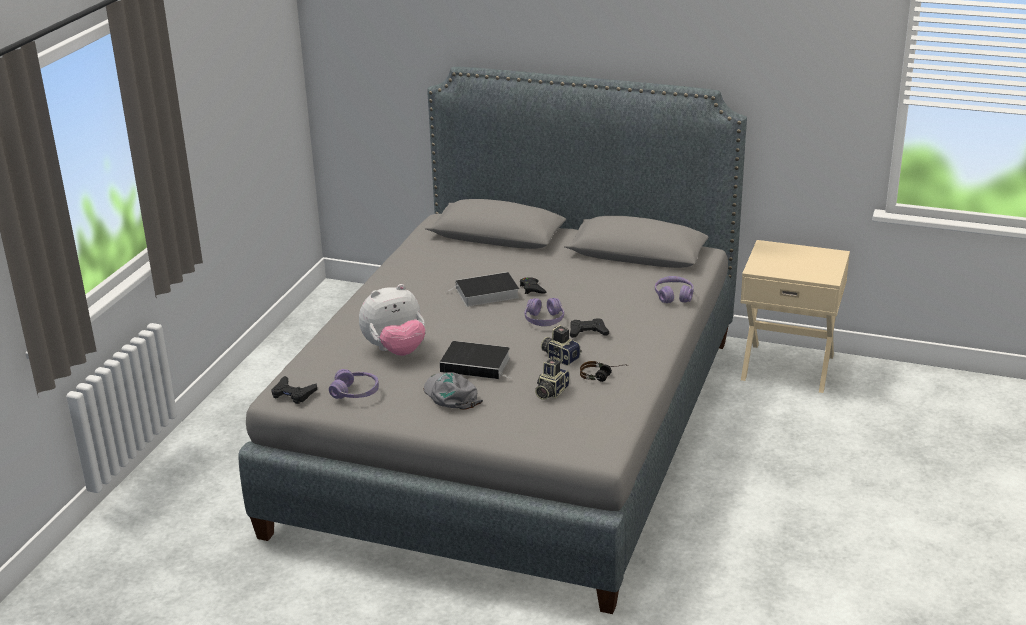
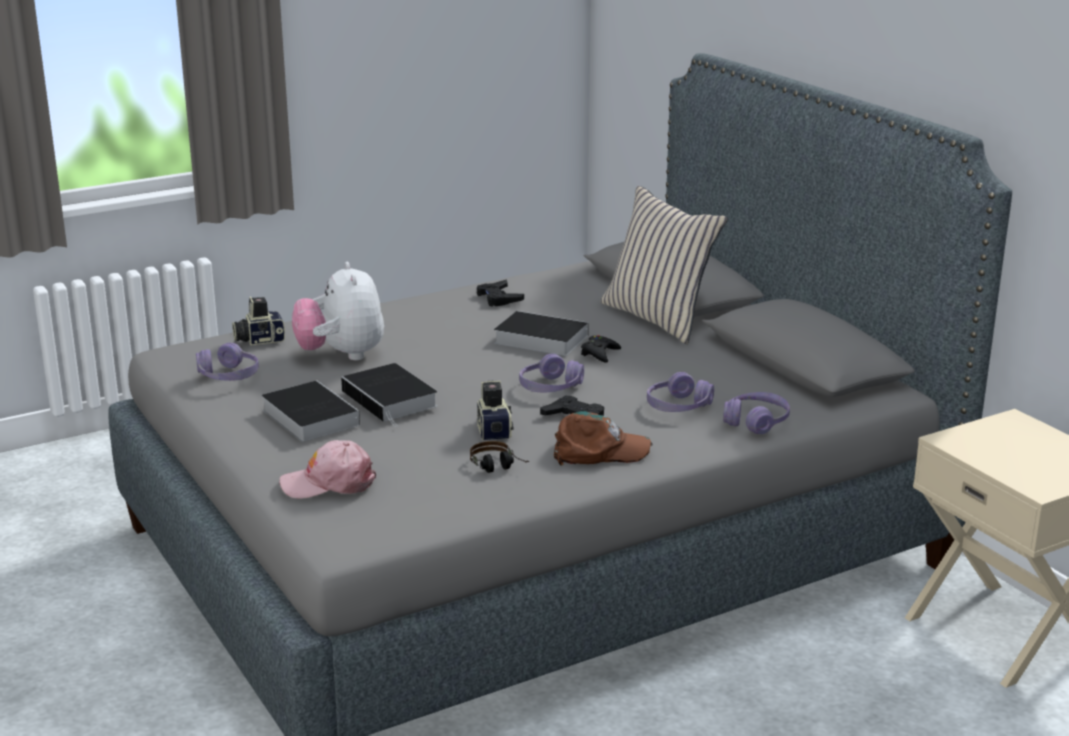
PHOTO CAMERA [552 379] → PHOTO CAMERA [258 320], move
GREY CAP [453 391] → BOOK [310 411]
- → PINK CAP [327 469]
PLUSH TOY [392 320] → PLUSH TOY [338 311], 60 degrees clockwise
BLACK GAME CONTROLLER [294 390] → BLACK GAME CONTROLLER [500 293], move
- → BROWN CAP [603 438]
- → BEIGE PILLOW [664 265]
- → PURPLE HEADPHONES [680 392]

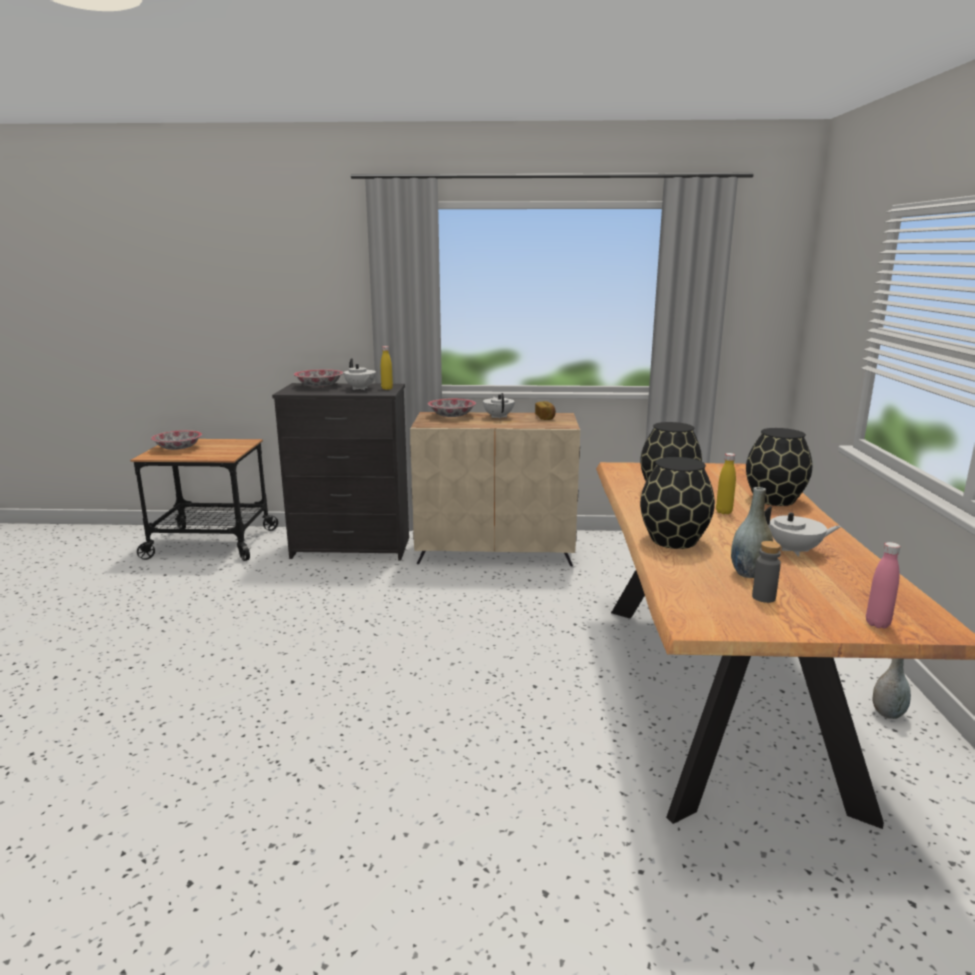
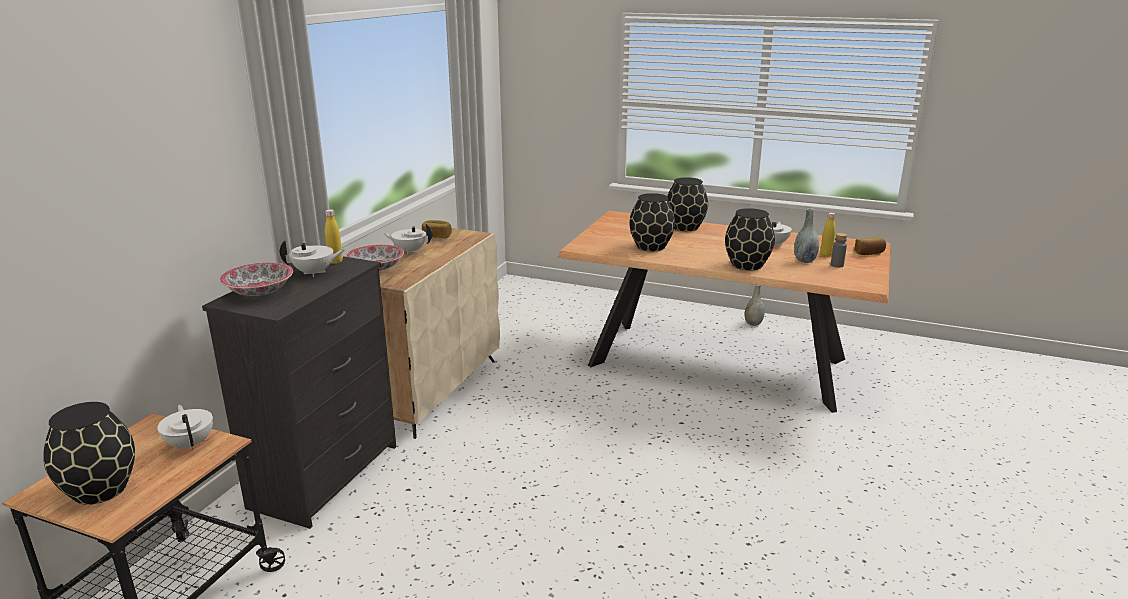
BOWL [176 440] → BLACK VASE [89 453]
- → WHITE TEAPOT [185 427]
YELLOW BOTTLE [726 483] → YELLOW BOTTLE [827 235], move
PINK BOTTLE [883 585] → BREAD [870 246]

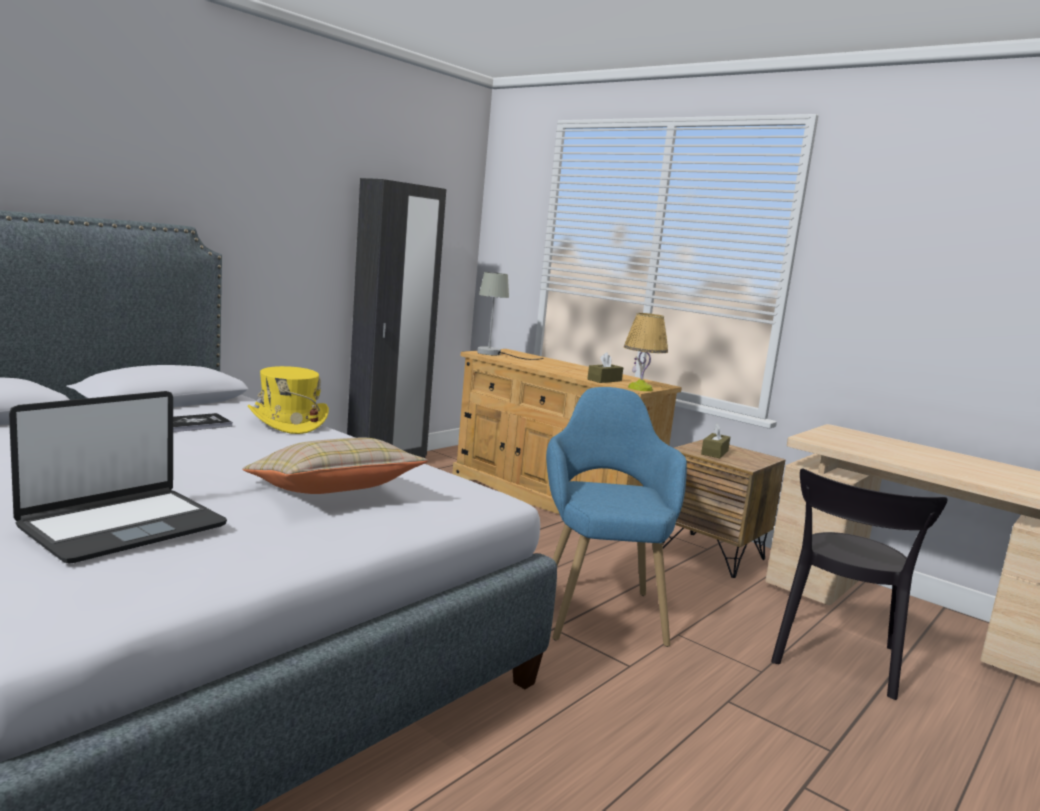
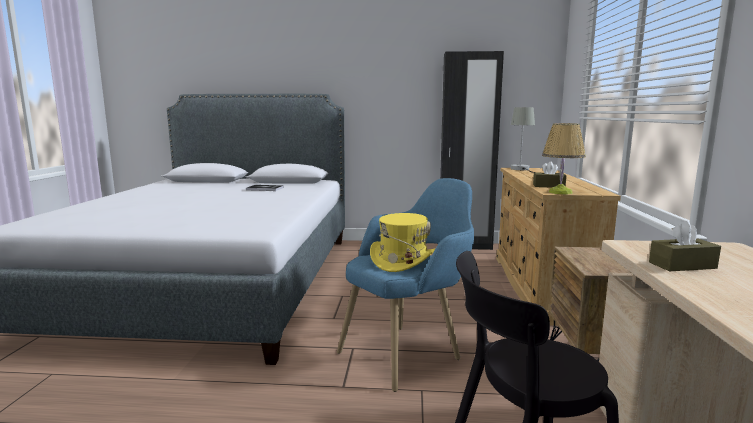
YELLOW HAT [288 400] → YELLOW HAT [403 242], move
BROWN TISSUE BOX [715 440] → BROWN TISSUE BOX [685 245], move
LAPTOP [118 477] → -
BEIGE PILLOW [335 466] → -

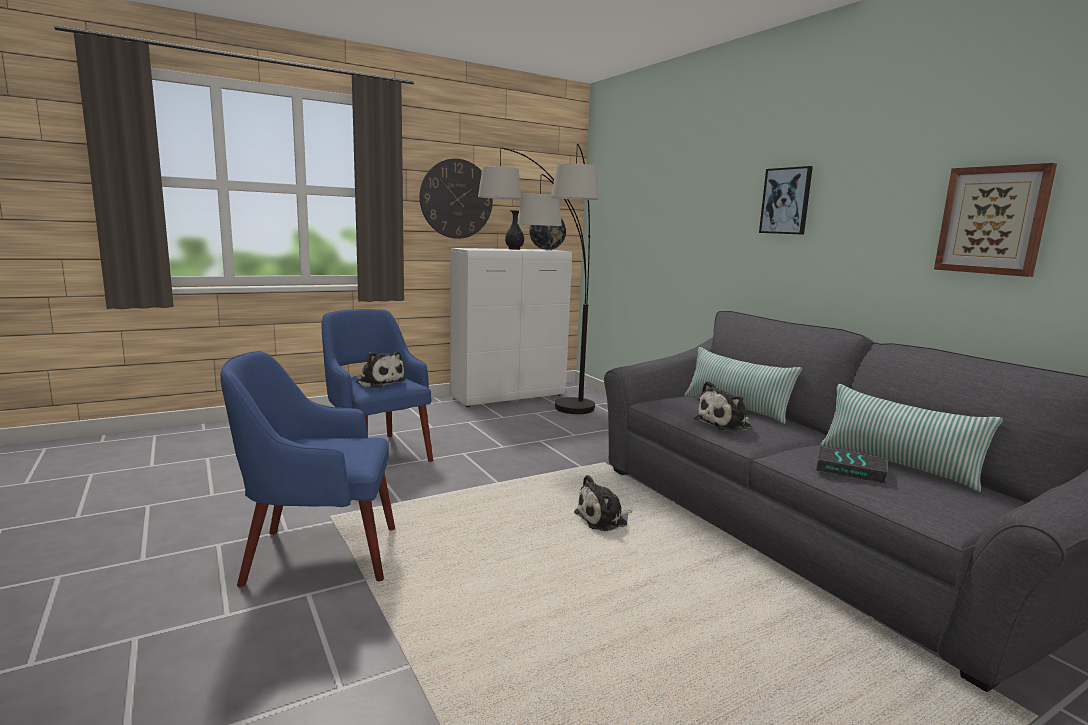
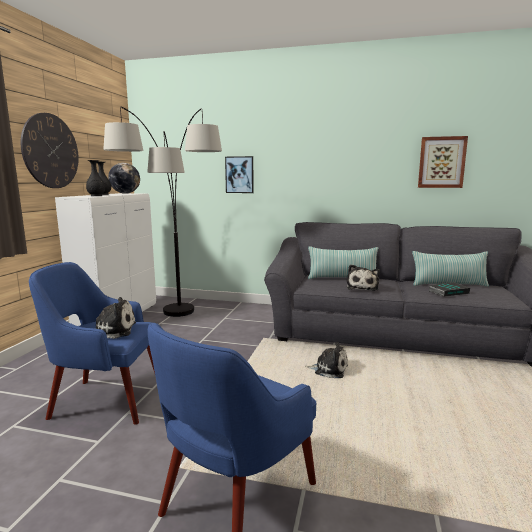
- → BLACK VASE [95 178]
PICTURE [786 200] → PICTURE [239 174], move
PLUSH TOY [603 503] → PLUSH TOY [326 360], 90 degrees counterclockwise

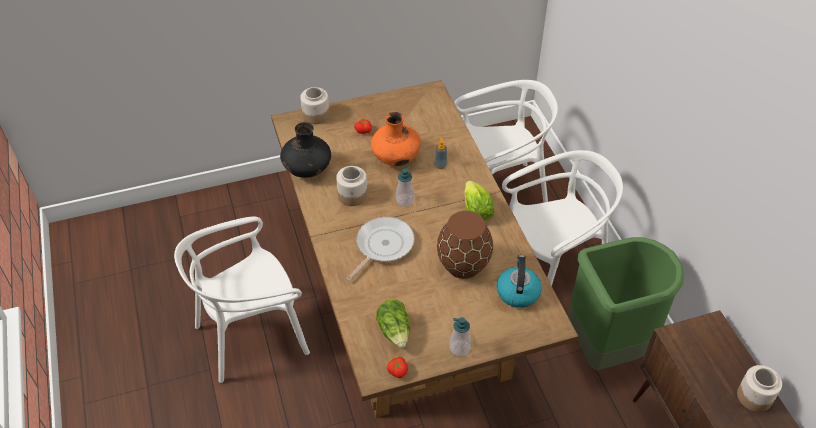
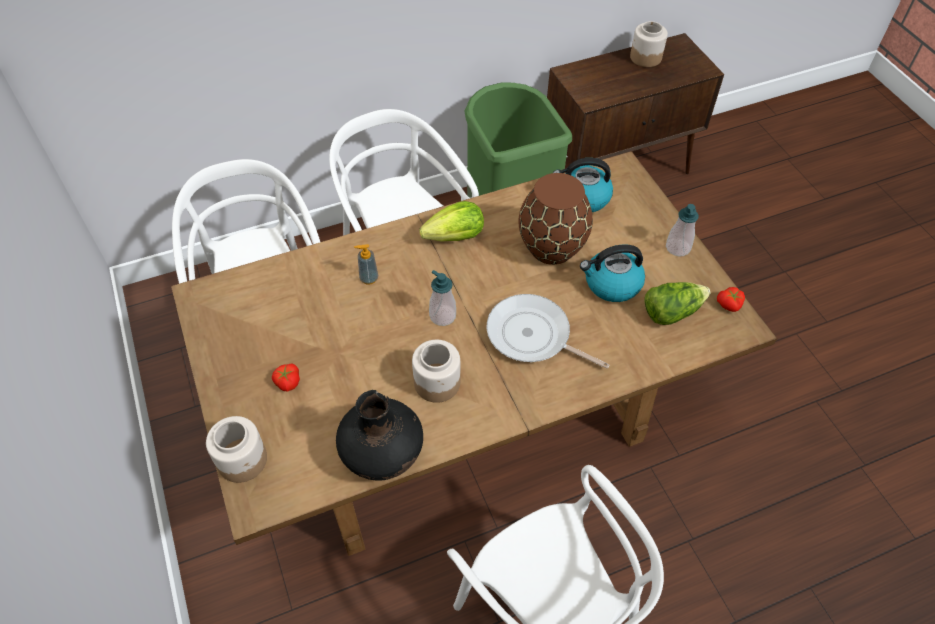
- → KETTLE [612 273]
ORANGE VASE [396 138] → -

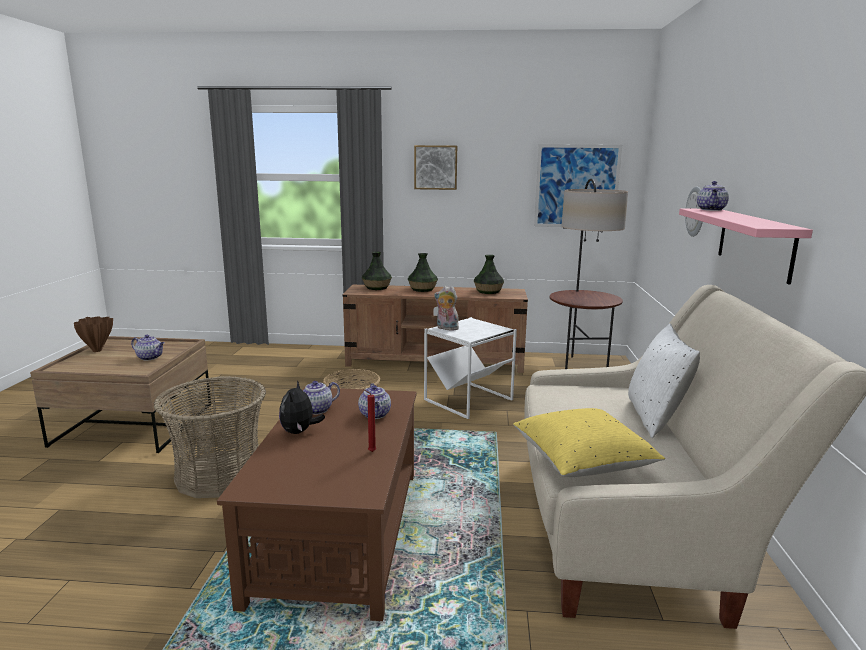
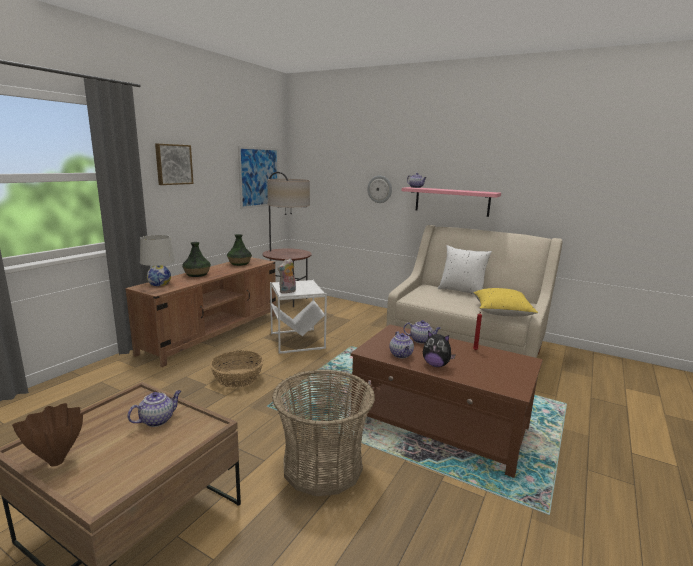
VASE [377 271] → WHITE TABLE LAMP [157 260]

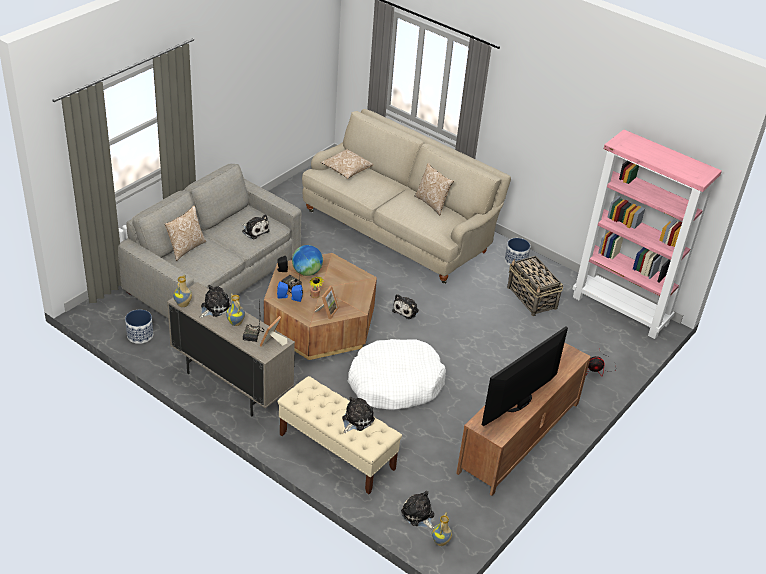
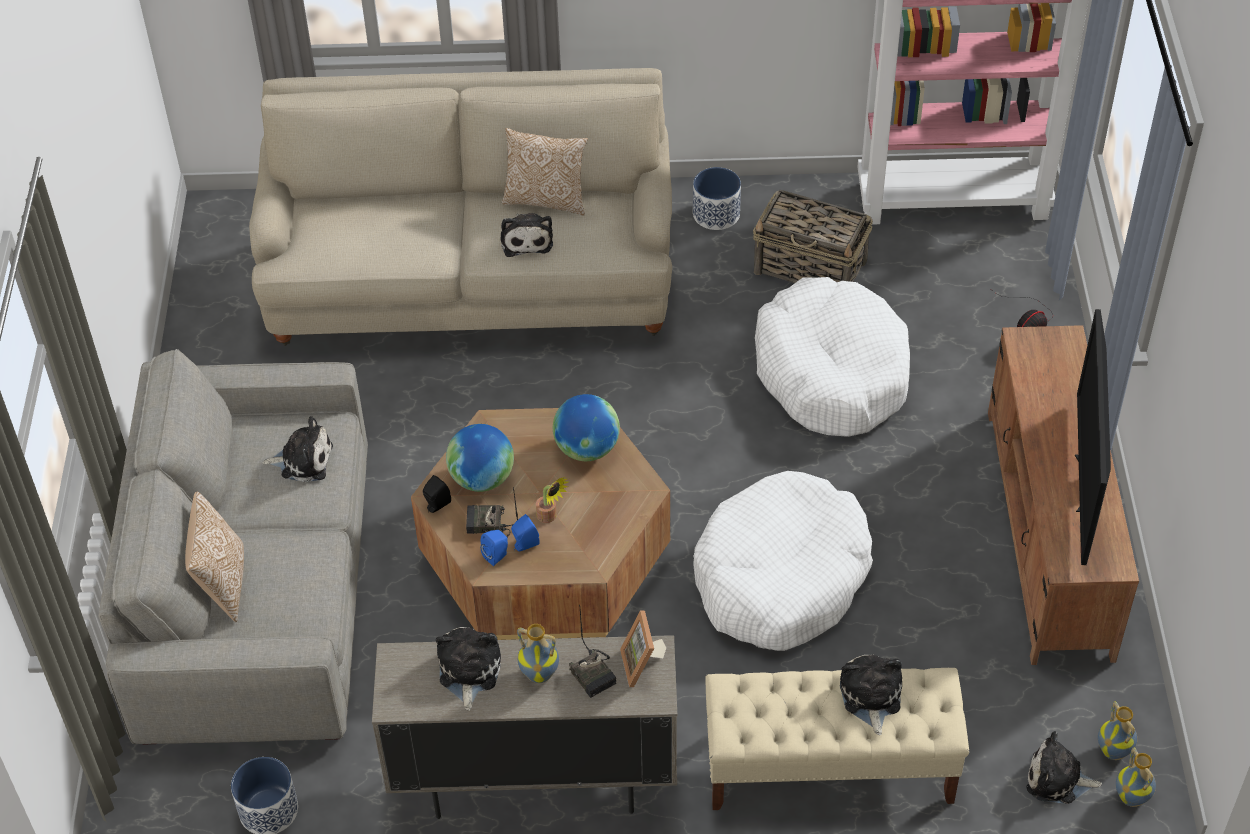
PLUSH TOY [405 306] → PLUSH TOY [526 235], move
- → GLOBE [586 427]
- → WHITE DOG BED [832 357]
VASE [182 290] → VASE [1117 730], move
PICTURE FRAME [327 303] → -
PILLOW [347 164] → -

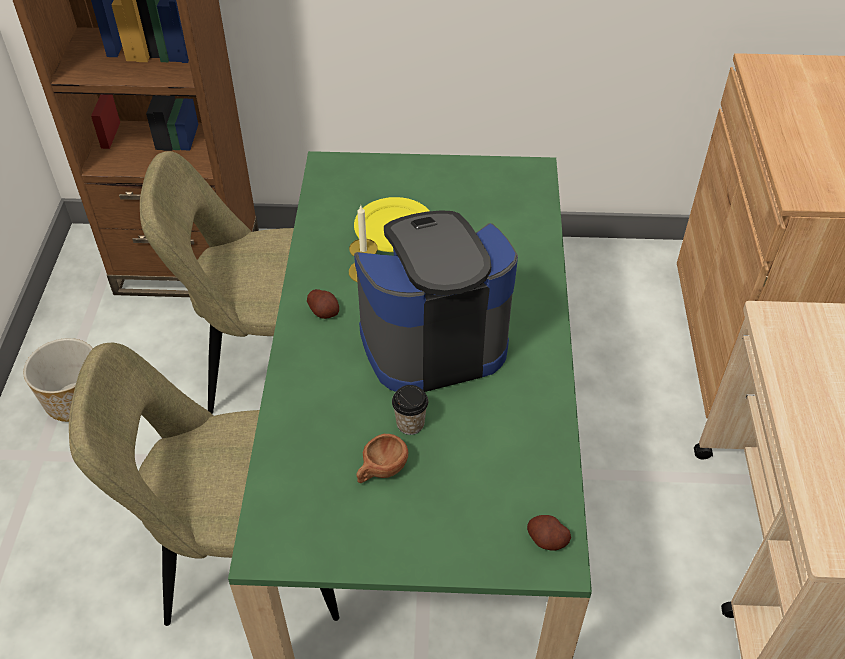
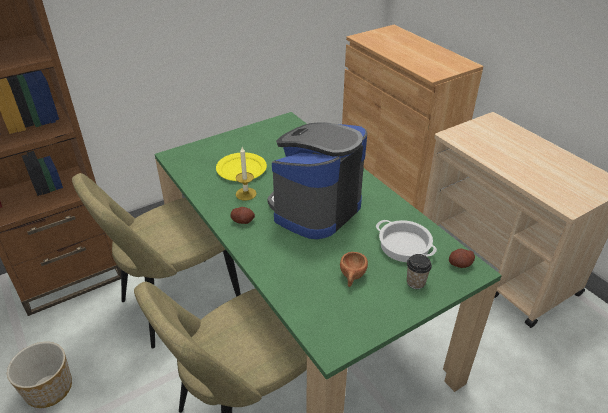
- → COOKING POT [406 241]
CUP [410 410] → CUP [419 271], move

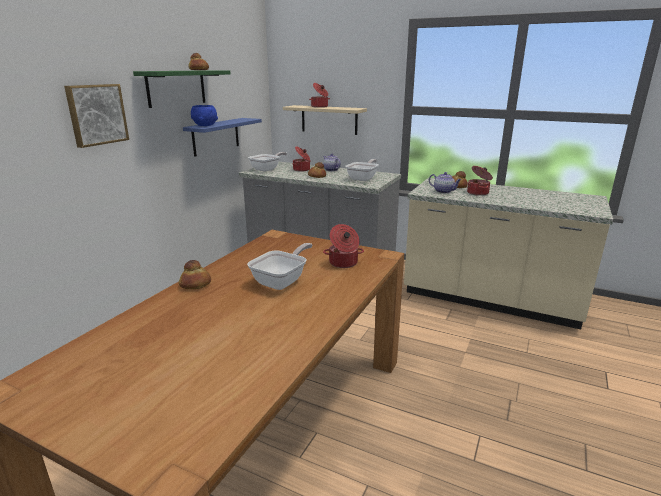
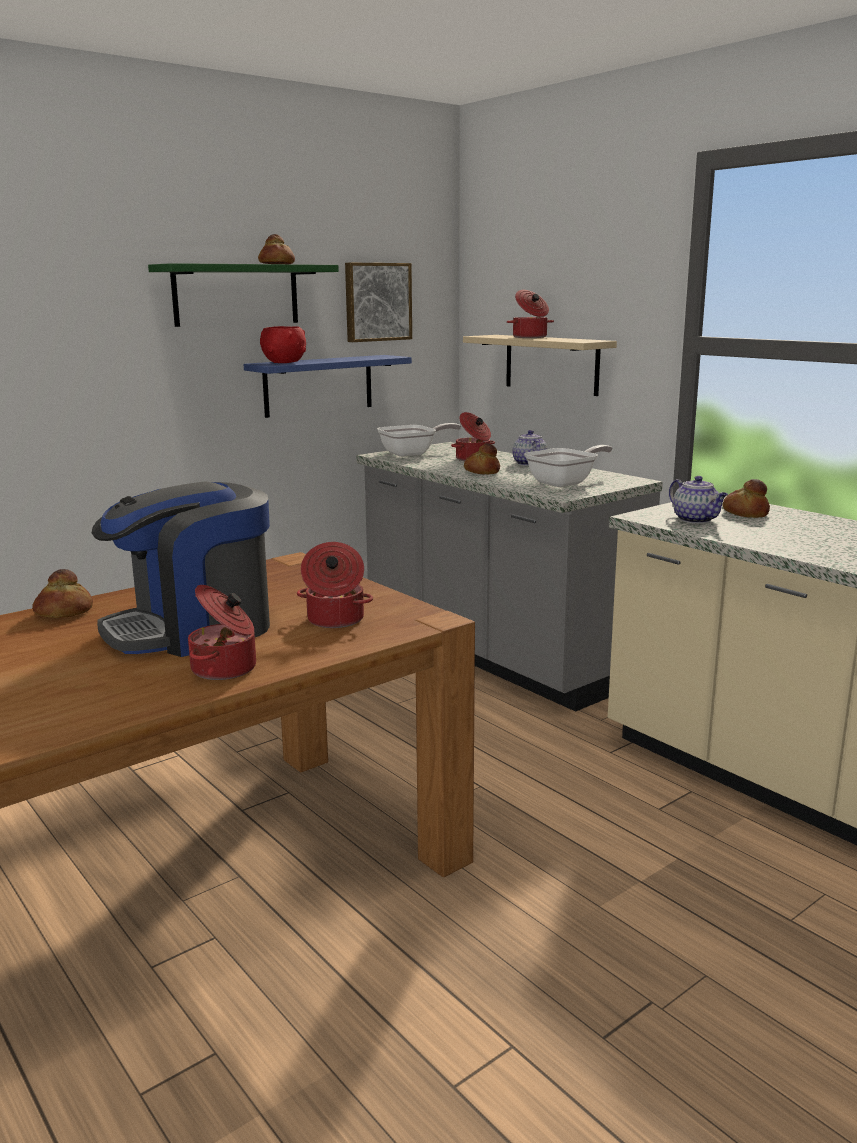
FRYING PAN [279 266] → COFFEE MACHINE [181 569]
COOKING POT [480 181] → COOKING POT [222 632], move
BLUE BOWL [204 115] → RED BOWL [283 344]
PICTURE [96 116] → PICTURE [378 302], move

